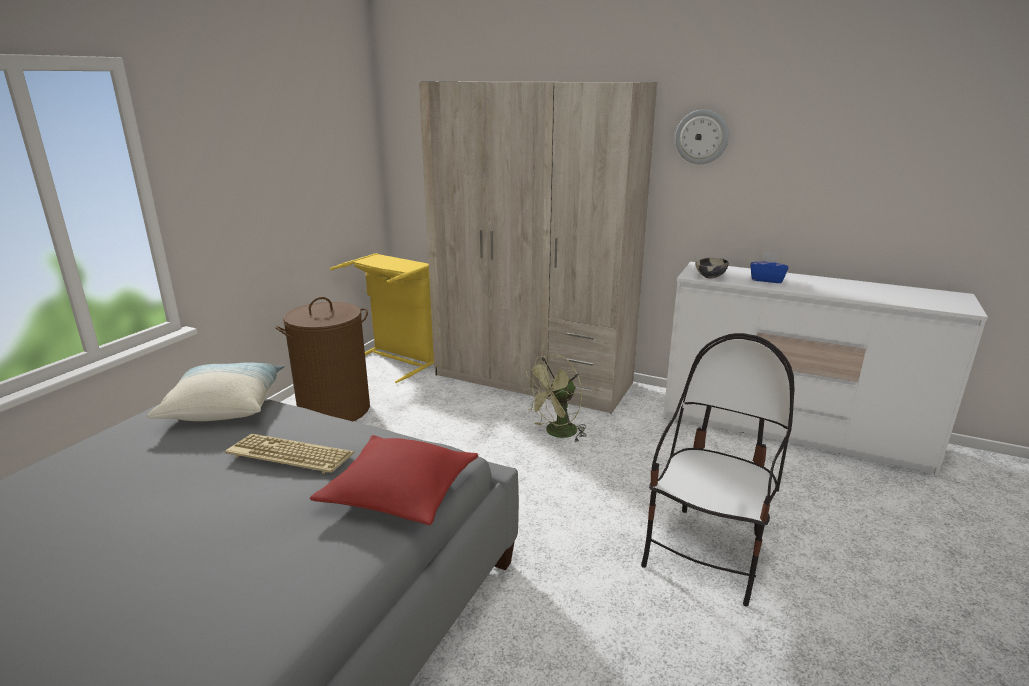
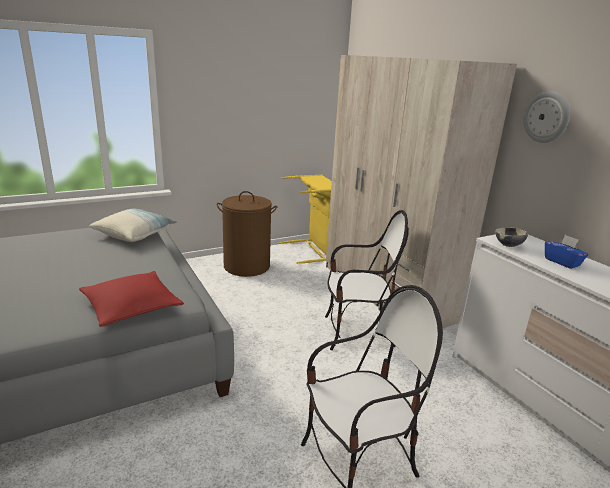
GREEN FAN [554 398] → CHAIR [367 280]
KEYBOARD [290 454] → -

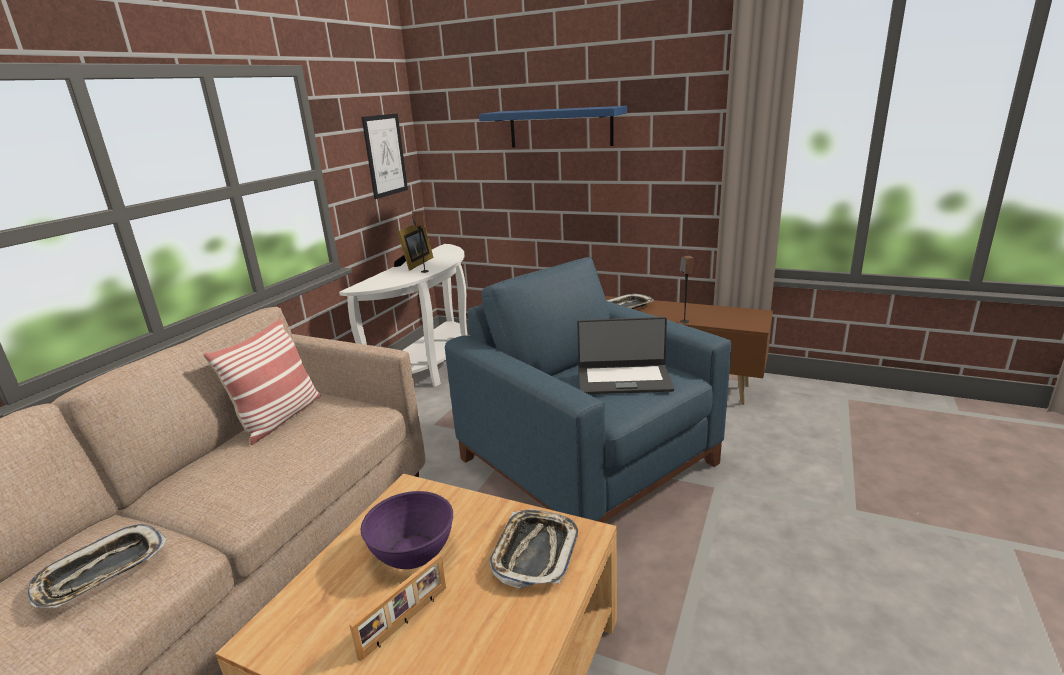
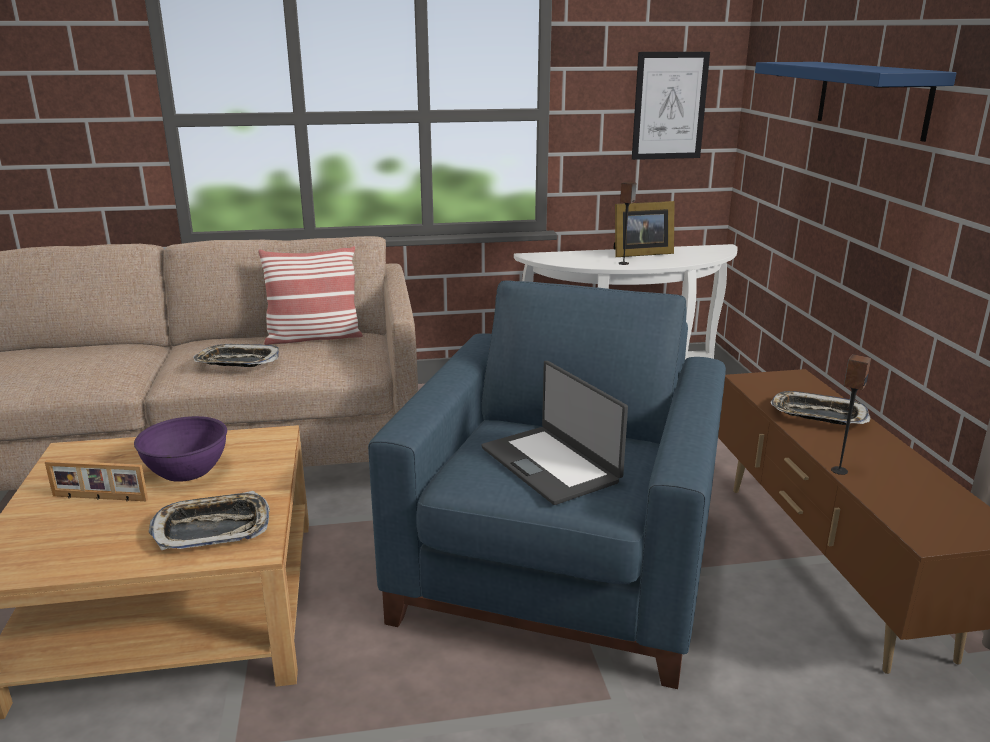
TRAY [97 566] → TRAY [236 355], move

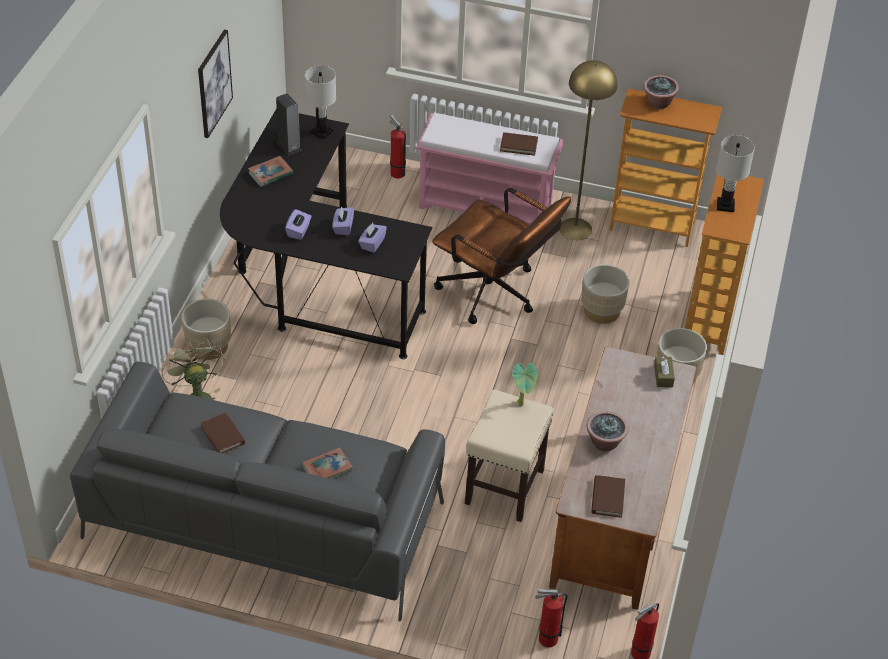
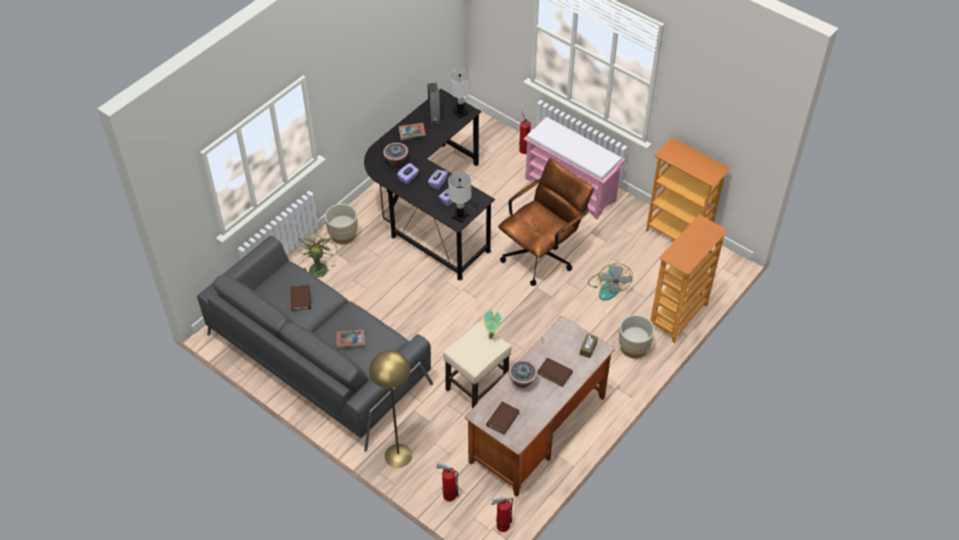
YELLOW FLOOR LAMP [588 150] → YELLOW FLOOR LAMP [390 409], move
POTTED PLANT [661 92] → POTTED PLANT [395 155], move
WHITE TABLE LAMP [735 173] → WHITE TABLE LAMP [459 197], move
BROWN OFFICE CHAIR [501 256] → BROWN OFFICE CHAIR [546 222], 105 degrees counterclockwise
BROWN BOOK [519 144] → BROWN BOOK [555 372], move
BEIGE PLANTER [605 294] → FAN [610 282]
PICTURE [215 84] → -

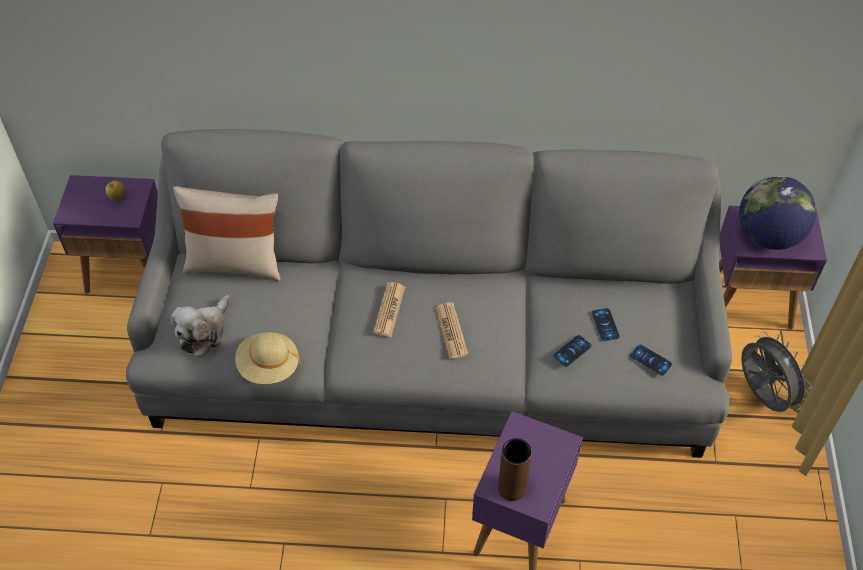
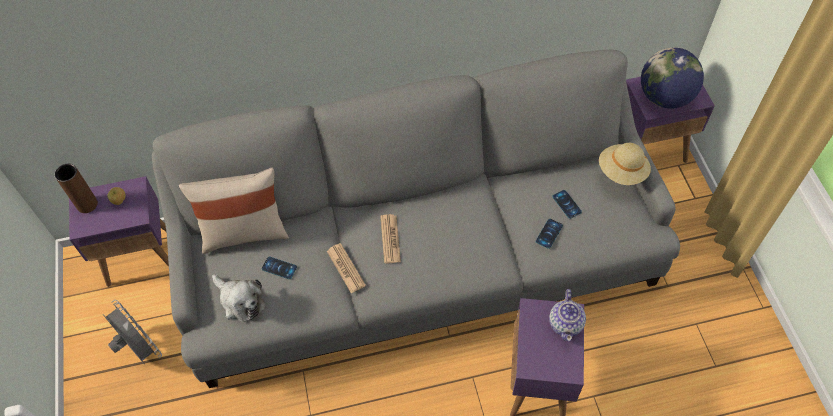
BROWN VASE [515 469] → BROWN VASE [76 188], move
GREY FAN [776 371] → GREY FAN [132 331], move
PLUSH TOY [200 326] → PLUSH TOY [239 298], 60 degrees counterclockwise
PHONE [651 360] → PHONE [279 267], move
NEWSPAPER [451 330] → NEWSPAPER [346 268], move
- → TEAPOT [567 315]
BEIGE HAT [267 358] → BEIGE HAT [625 164], move

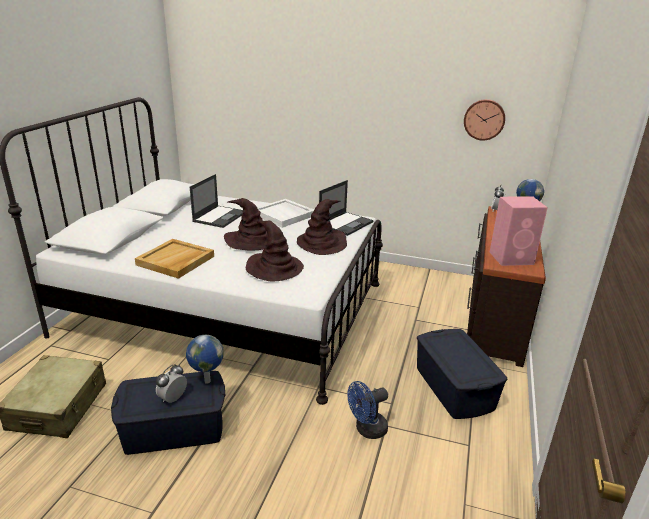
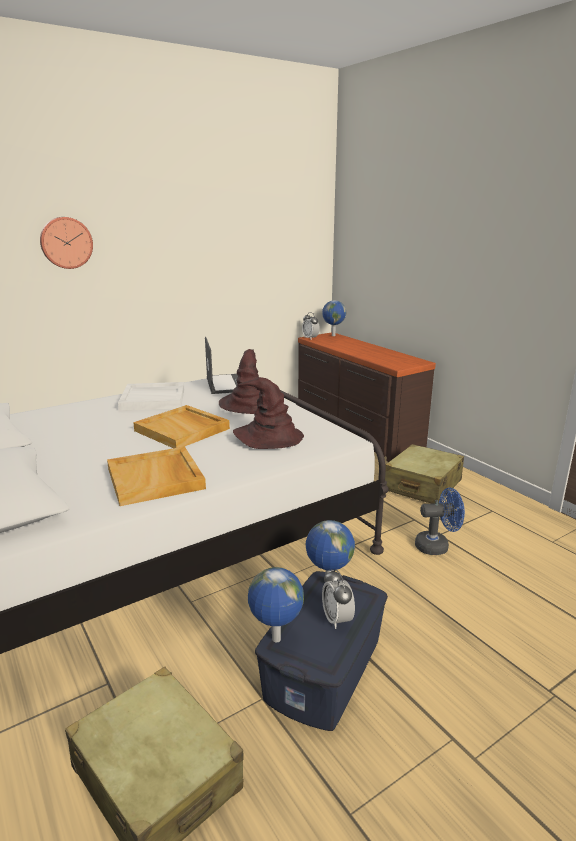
WALL CLOCK [484 120] → WALL CLOCK [66 243], move
BROWN HAT [245 224] → BEIGE TRAY [181 426]
- → GLOBE [276 604]
BLUE STORAGE BOX [462 374] → BEIGE SUITCASE [424 474]
BLUE FAN [367 410] → BLUE FAN [440 521], 105 degrees counterclockwise
LAPTOP [216 201] → -
PINK SPEAKER [519 231] → -

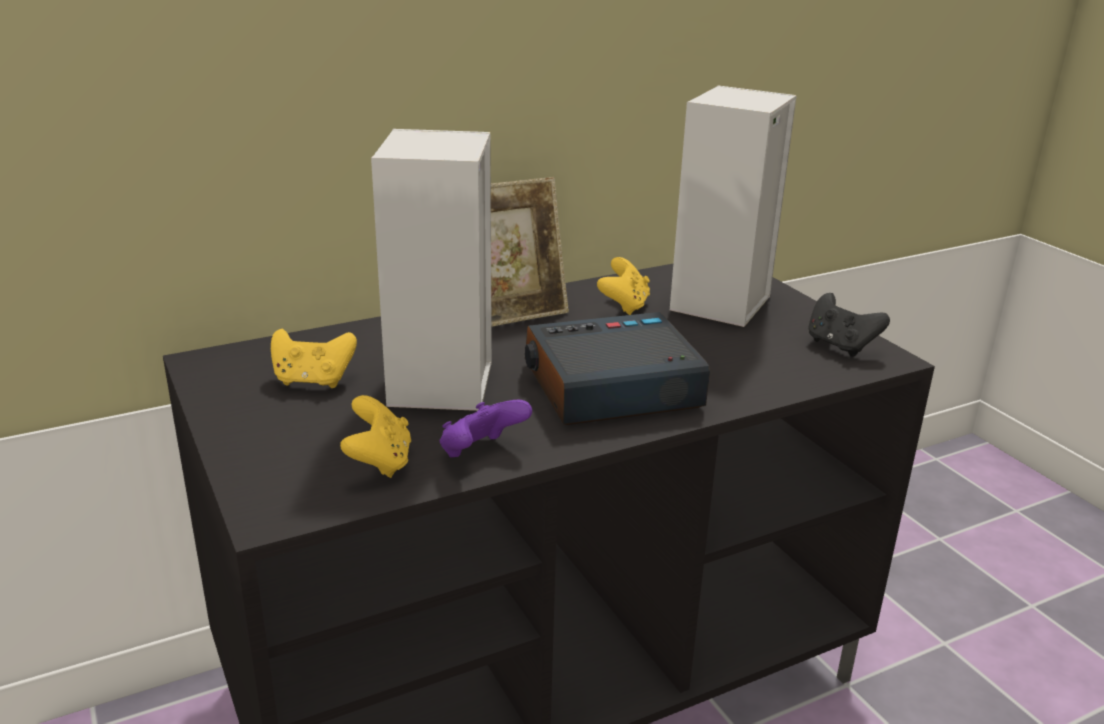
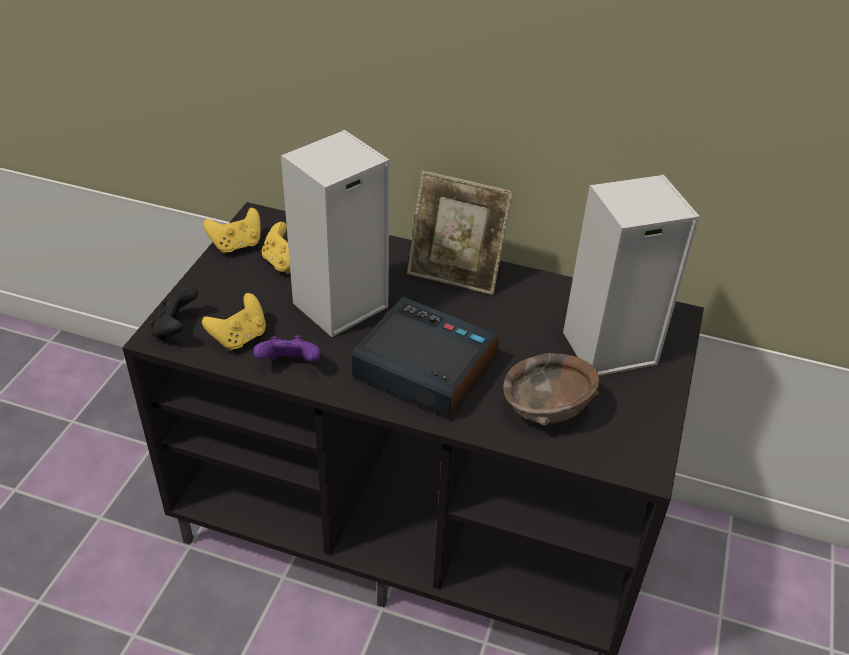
BLACK GAME CONTROLLER [849 325] → BLACK GAME CONTROLLER [174 314], move
YELLOW GAME CONTROLLER [623 286] → YELLOW GAME CONTROLLER [232 231], move
- → BROWN BOWL [551 389]

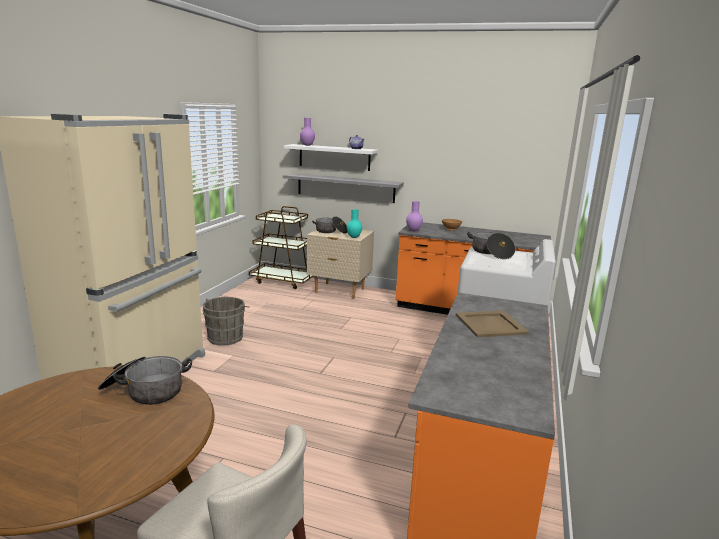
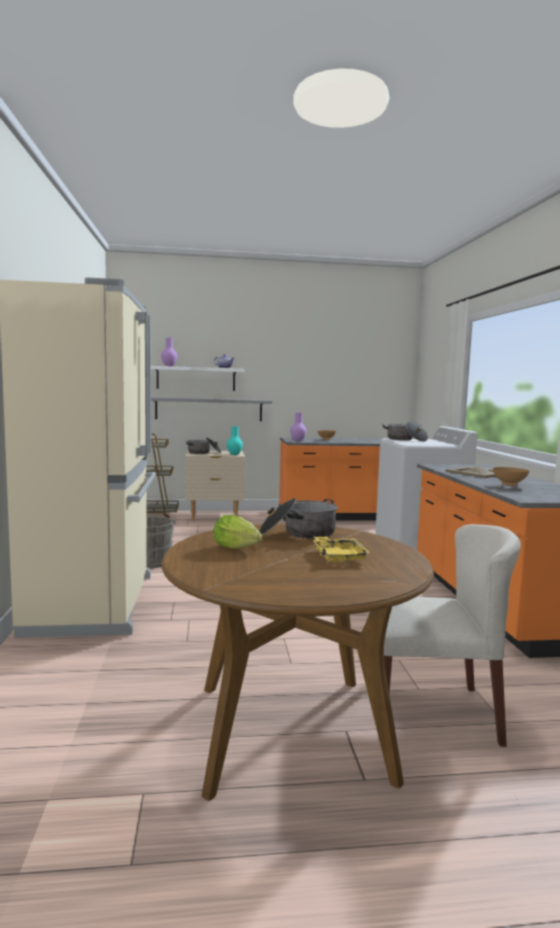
- → LETTUCE [237 532]
- → YELLOW TRAY [341 550]
- → BROWN BOWL [511 476]

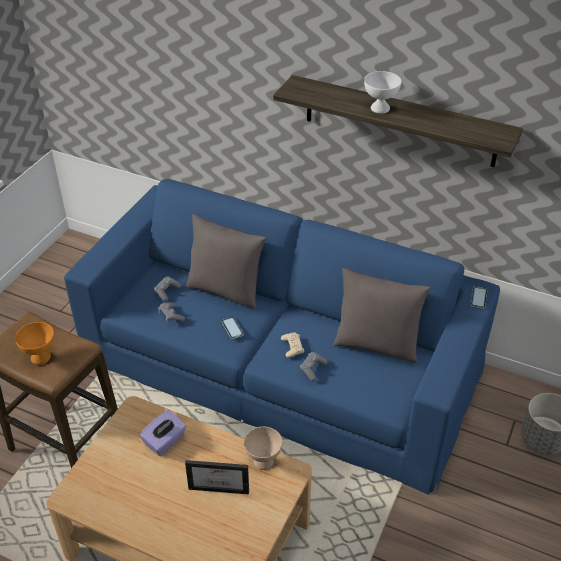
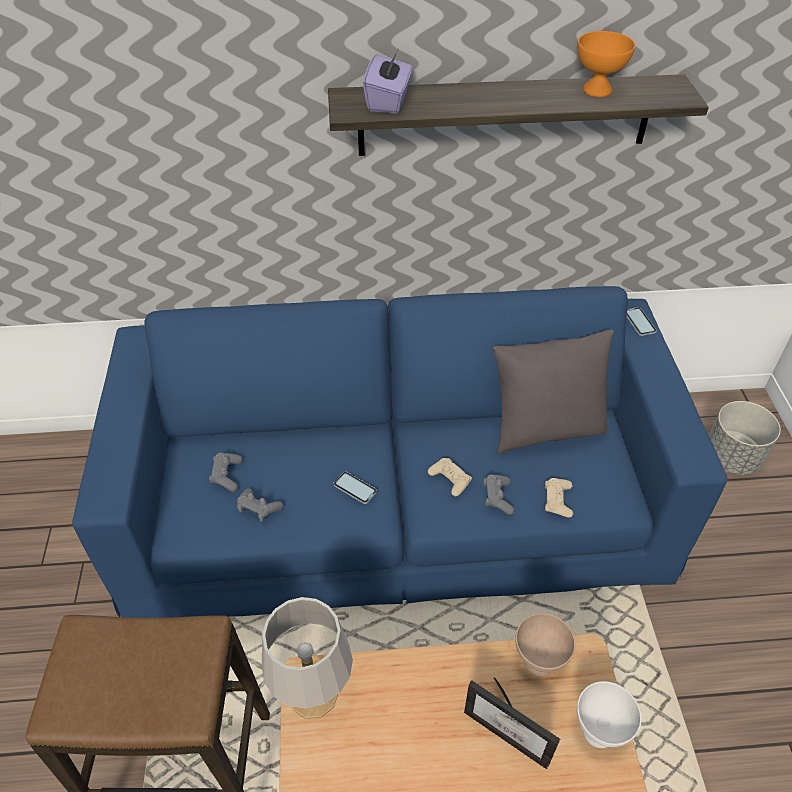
- → GREY TABLE LAMP [307 658]
PURPLE TISSUE BOX [163 433] → PURPLE TISSUE BOX [387 82], move
PICTURE FRAME [217 477] → PICTURE FRAME [512 723], 60 degrees clockwise
- → BEIGE GAME CONTROLLER [559 498]
ORANGE BOWL [34 343] → ORANGE BOWL [606 64], move
WHITE BOWL [383 92] → WHITE BOWL [609 714], move
GREY PILLOW [226 262] → -

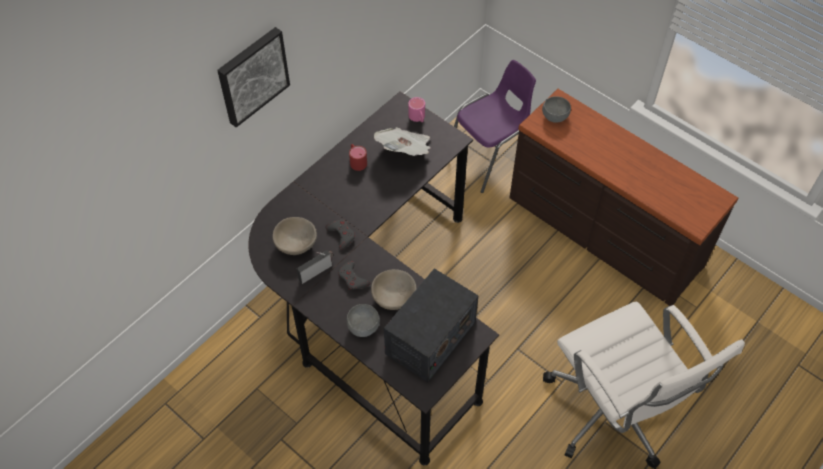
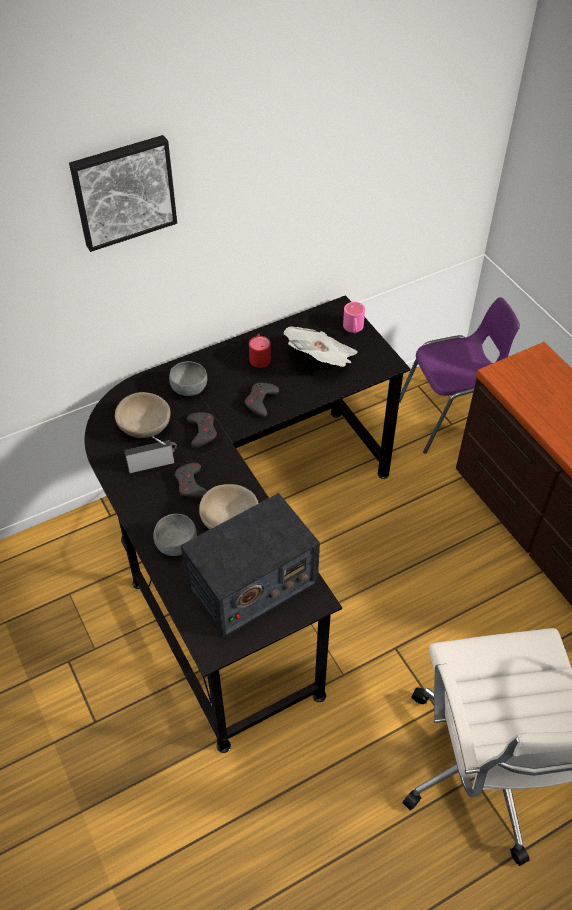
GREY BOWL [556 109] → GREY BOWL [188 378], move
- → GREY GAME CONTROLLER [262 400]

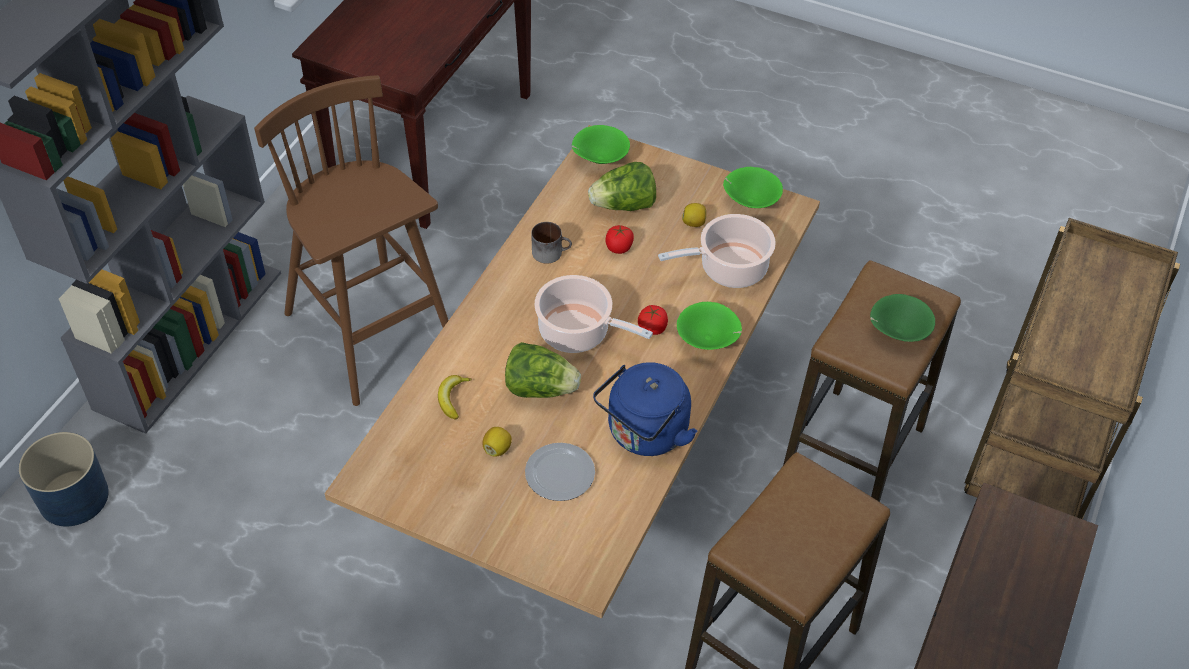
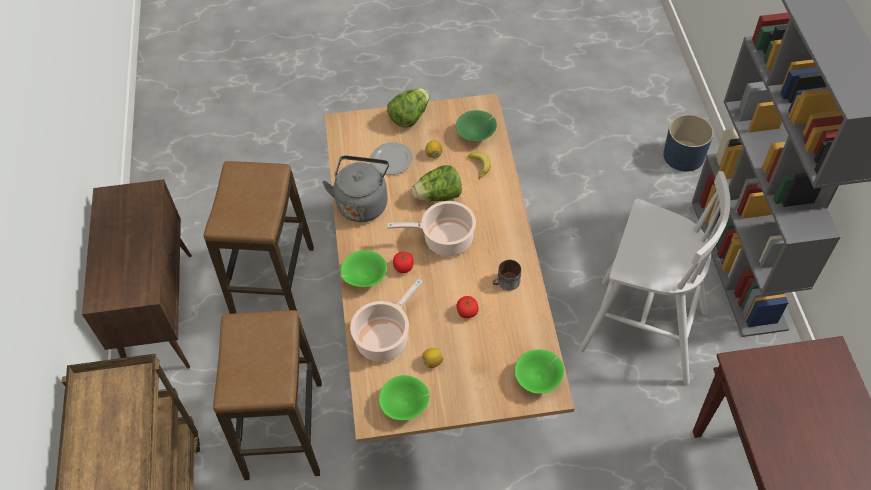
BLUE KETTLE [645 409] → GREY KETTLE [355 189]
LETTUCE [622 186] → LETTUCE [408 108], move
GREEN BOWL [902 318] → GREEN BOWL [476 125], move
BROWN STOOL [351 240] → WHITE STOOL [654 278]

